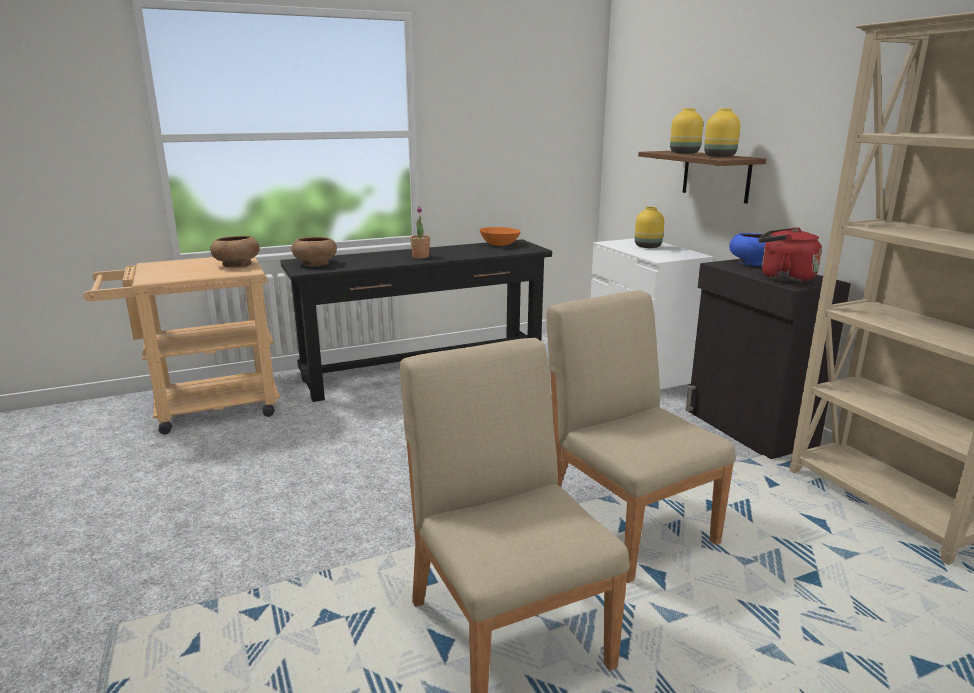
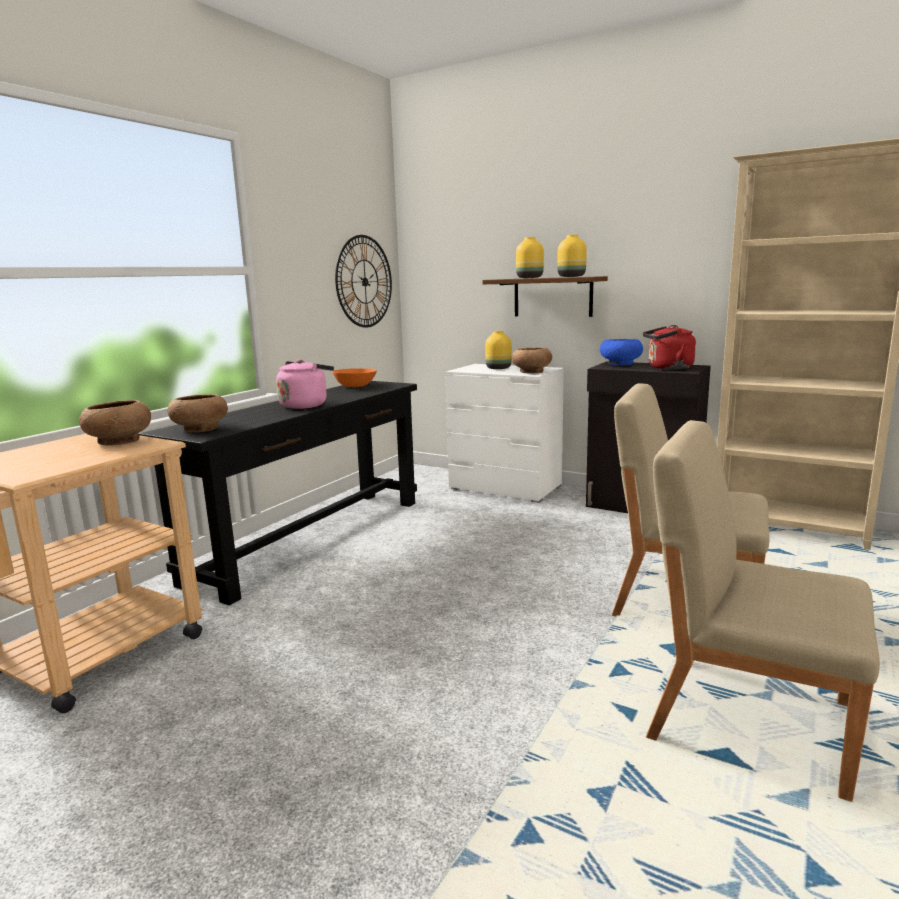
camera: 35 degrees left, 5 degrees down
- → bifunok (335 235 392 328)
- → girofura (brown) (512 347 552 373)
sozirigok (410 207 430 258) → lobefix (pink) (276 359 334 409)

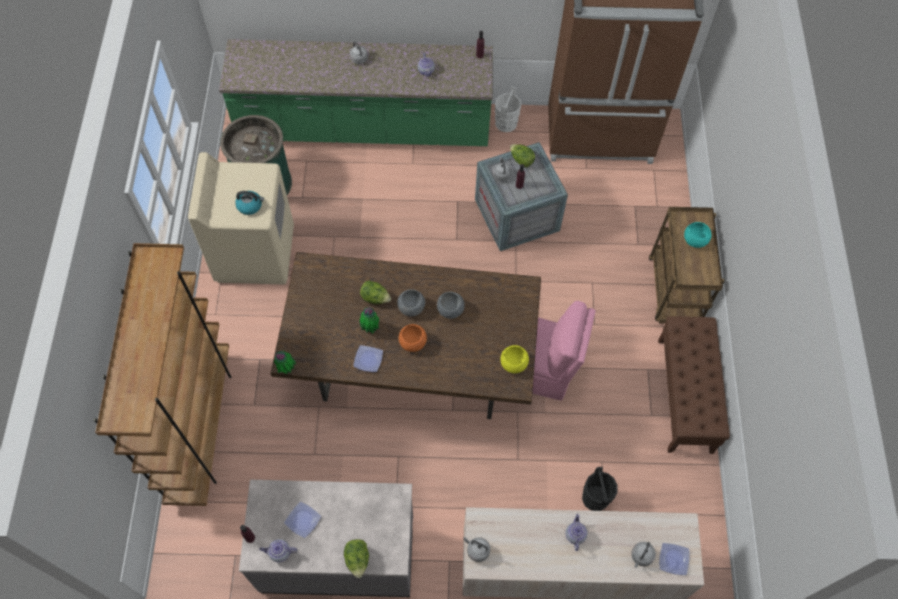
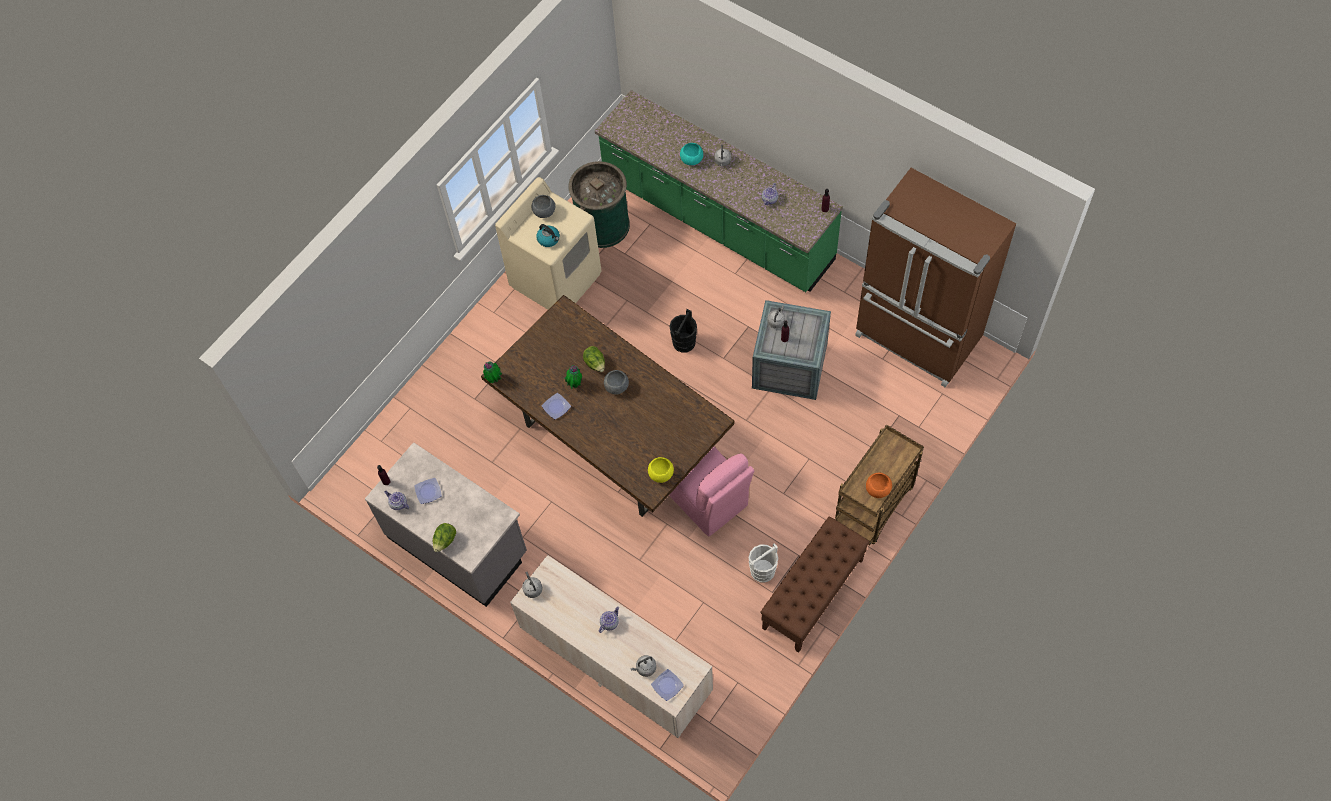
camera: 40 degrees right, 0 degrees up
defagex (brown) (94 243 231 506) → -
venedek (510 144 535 167) → -
girofura (orange) (399 324 427 352) → girofura (orange) (866 473 892 498), move
girofura (grey) (437 292 465 319) → girofura (grey) (532 195 555 218), move
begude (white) (495 86 521 132) → begude (white) (748 543 778 583), move
begude (black) (582 467 618 511) → begude (black) (669 309 697 353), move
girofura (turquoise) (684 222 711 248) → girofura (turquoise) (680 143 703 165), move

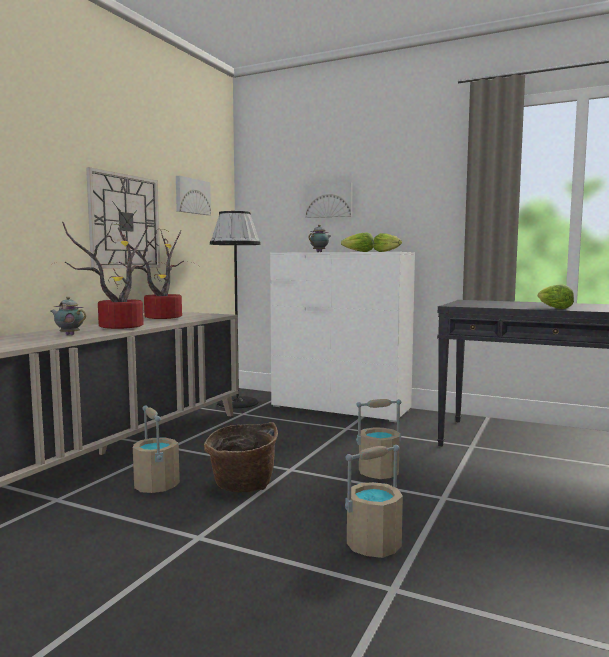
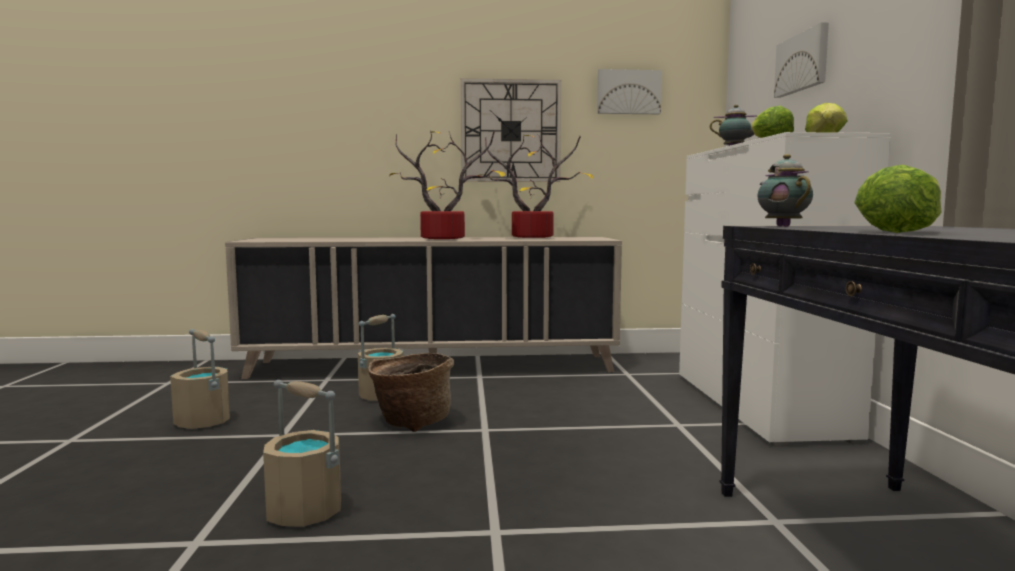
camera: 60 degrees right, 0 degrees up
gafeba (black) (210 211 261 408) → -
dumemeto (51 297 86 335) → dumemeto (757 154 813 227), move
begude (beige) (356 399 401 479) → begude (beige) (170 329 230 429), move

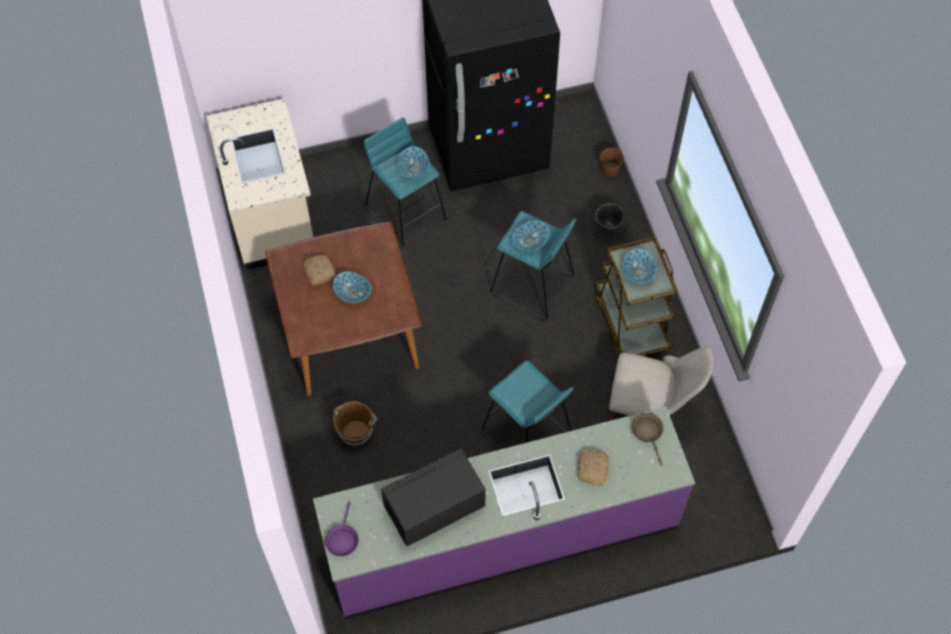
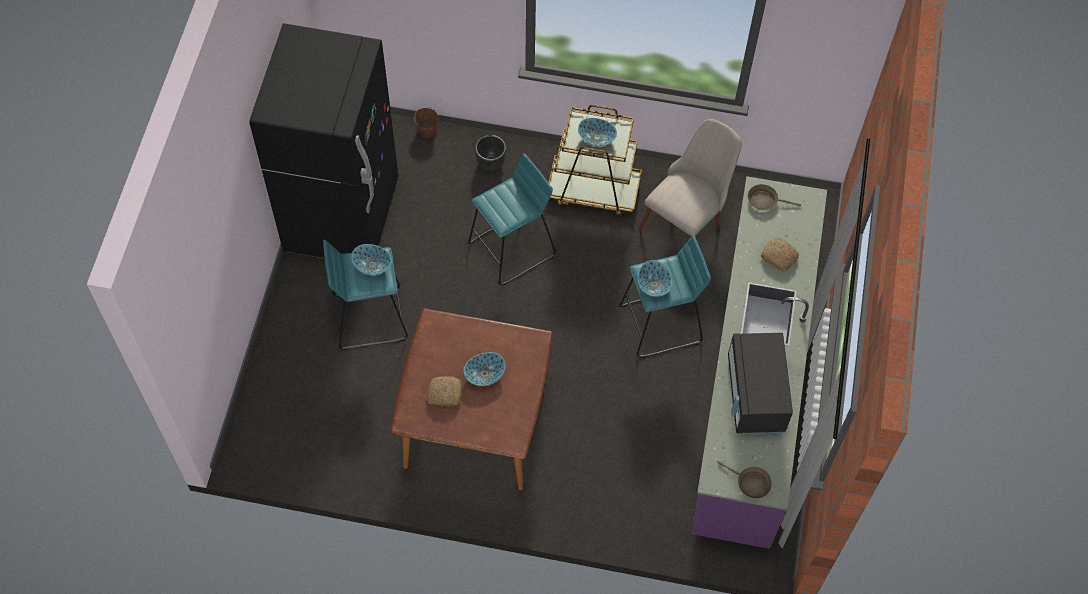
camera: 65 degrees left, 0 degrees up
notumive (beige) (206 98 313 270) → -
begude (brown) (333 401 377 447) → -
girofura (512 221 549 251) → girofura (638 260 672 297), move
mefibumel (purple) (325 502 359 556) → mefibumel (brown) (717 461 772 498)

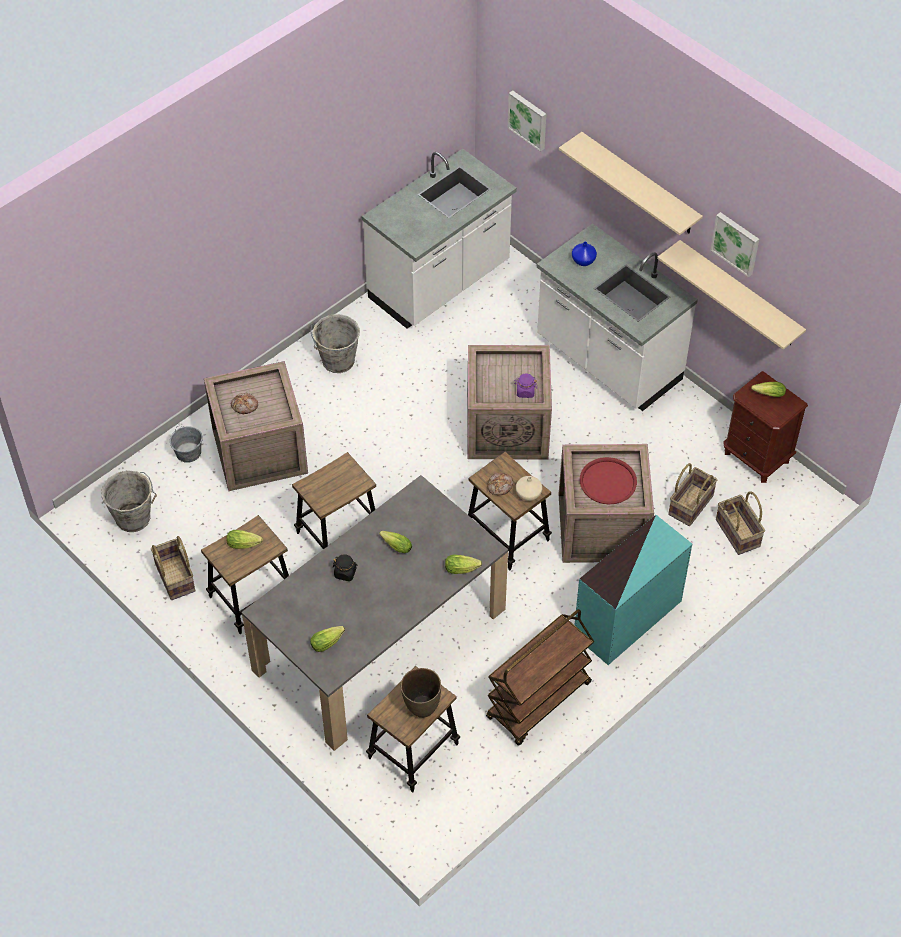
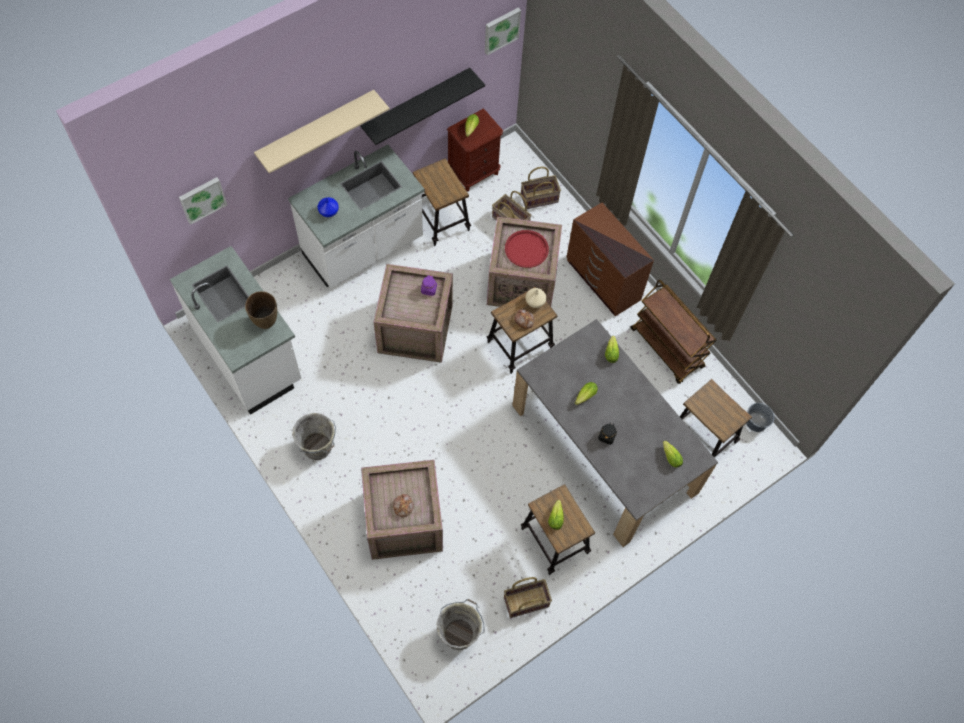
camera: 85 degrees left, 10 degrees up
begude (grey) (170 426 203 463) → begude (grey) (746 403 774 432), move
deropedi (292 452 376 549) → deropedi (413 158 471 246), move
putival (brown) (401 668 441 718) → putival (brown) (245 291 277 329), move
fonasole (711 212 759 277) → fonasole (485 8 521 55), move
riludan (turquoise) (574 515 692 665) → riludan (brown) (567 203 654 316)
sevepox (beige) (657 240 806 350) → sevepox (black) (361 68 485 145)

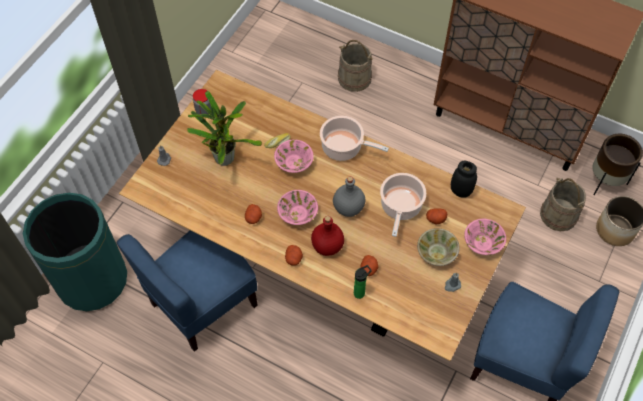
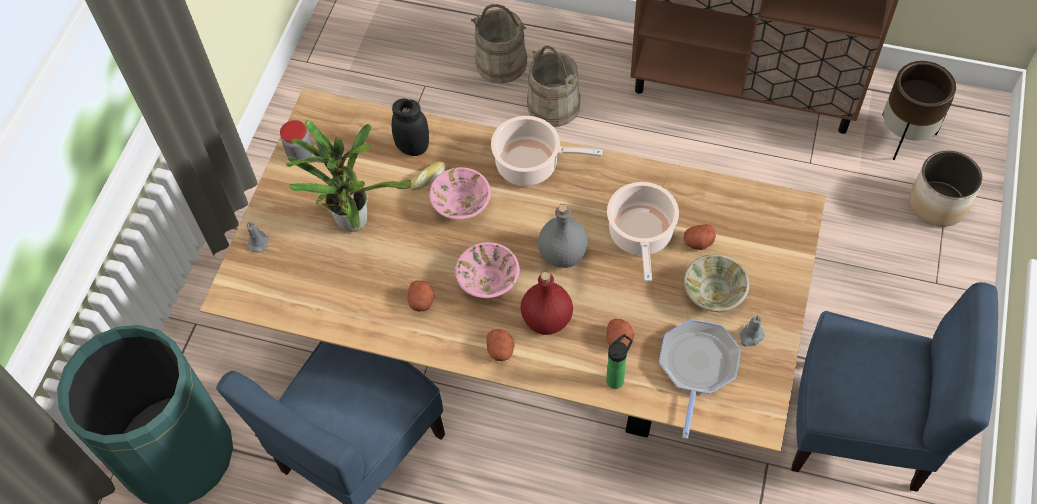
camera: 10 degrees left, 0 degrees up
girofura (pink) (464 219 506 255) → -
- → mefibumel (659 319 741 439)
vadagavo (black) (451 161 477 197) → vadagavo (black) (392 99 429 156), move
begude (beige) (540 178 586 231) → begude (beige) (527 45 580 127), move

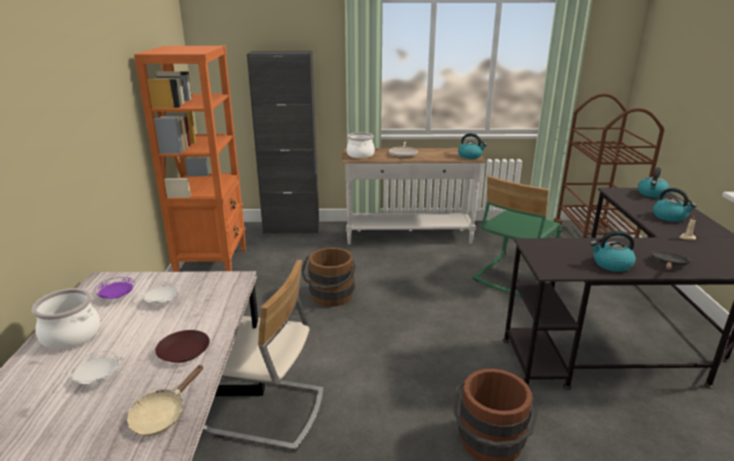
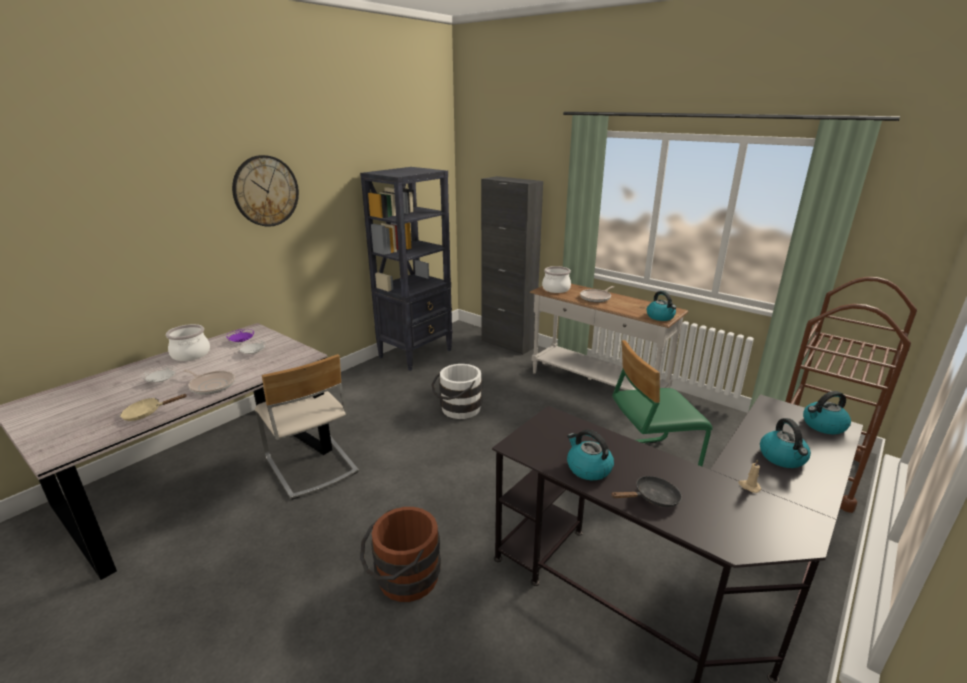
camera: 40 degrees right, 0 degrees up
- → bifunok (232 155 299 227)
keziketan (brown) (155 330 210 363) → mefibumel (183 369 235 395)
defagex (orange) (134 46 246 272) → defagex (black) (360 167 453 371)
begude (brown) (301 247 356 307) → begude (white) (431 364 482 419)

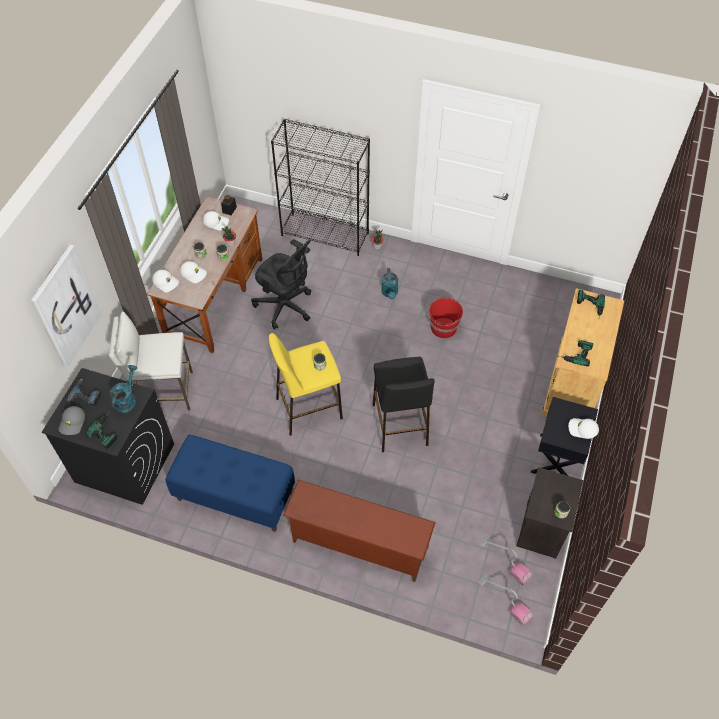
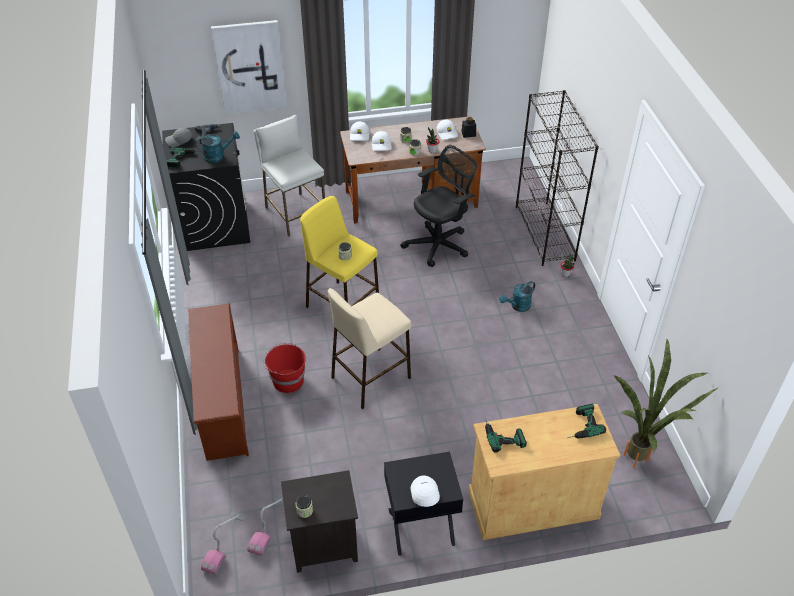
camera: 60 degrees right, 10 degrees down
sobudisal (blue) (165 435 295 532) → -
- → sozirigok (614 338 719 468)
begude (red) (428 298 463 338) → begude (red) (263 343 306 393), move
deropedi (black) (373 357 435 452) → deropedi (beige) (328 288 411 409)
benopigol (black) (251 239 311 330) → benopigol (black) (401 145 477 267), 135 degrees counterclockwise

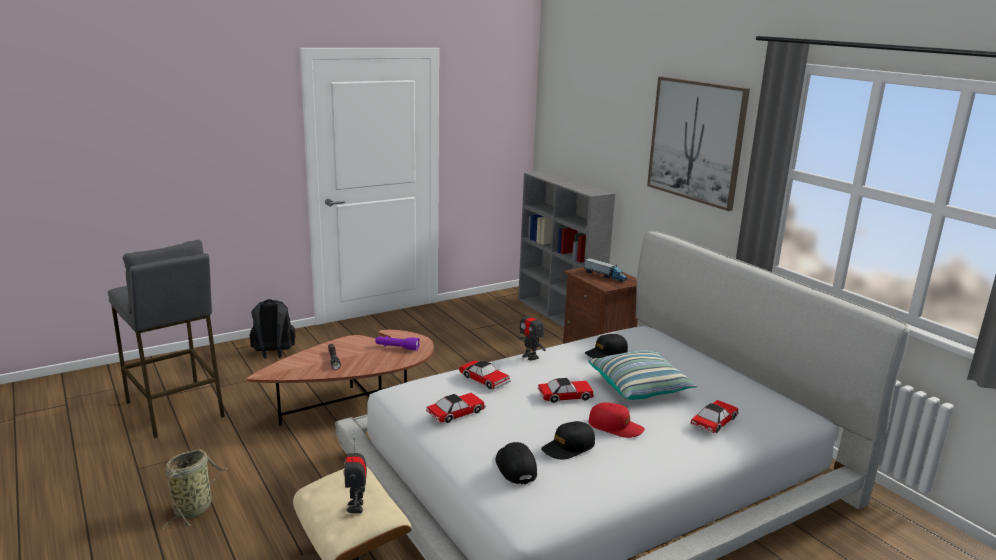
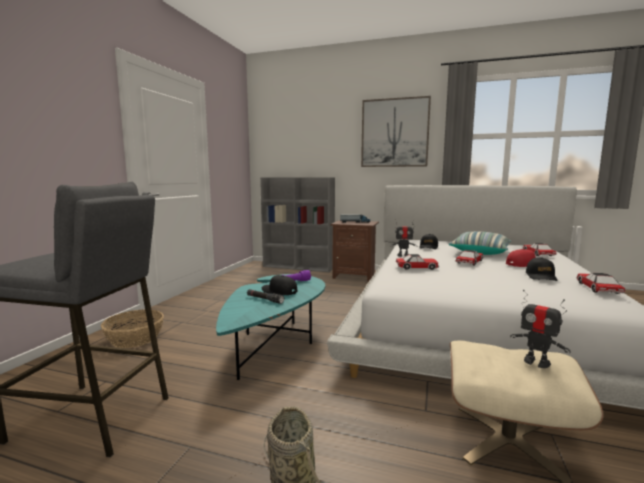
camera: 40 degrees left, 10 degrees down
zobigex (426 393 486 423) → zobigex (576 273 625 294), move
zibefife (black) (495 442 537 484) → zibefife (black) (262 275 298 295), move
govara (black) (250 299 296 359) → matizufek (101 310 164 348)
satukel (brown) (247 330 434 426) → satukel (turquoise) (216 274 325 380)

